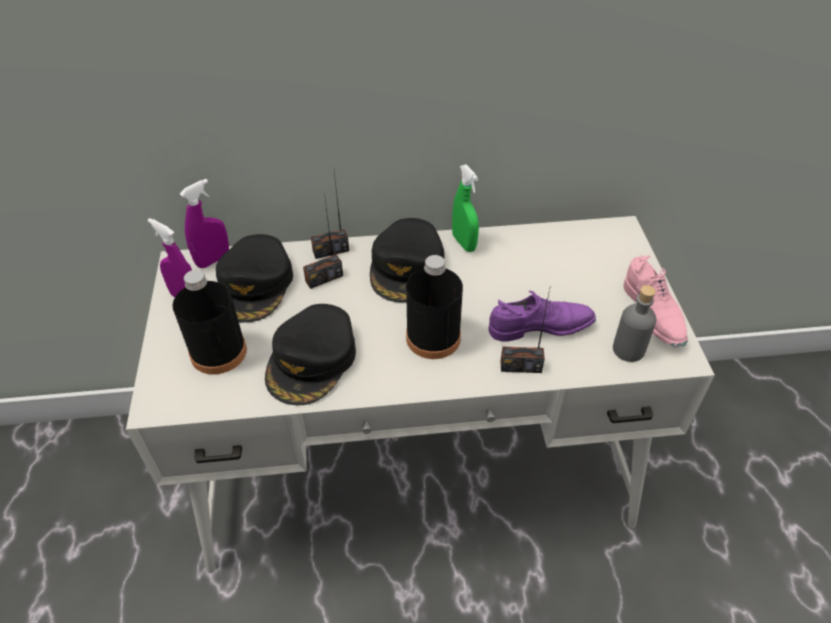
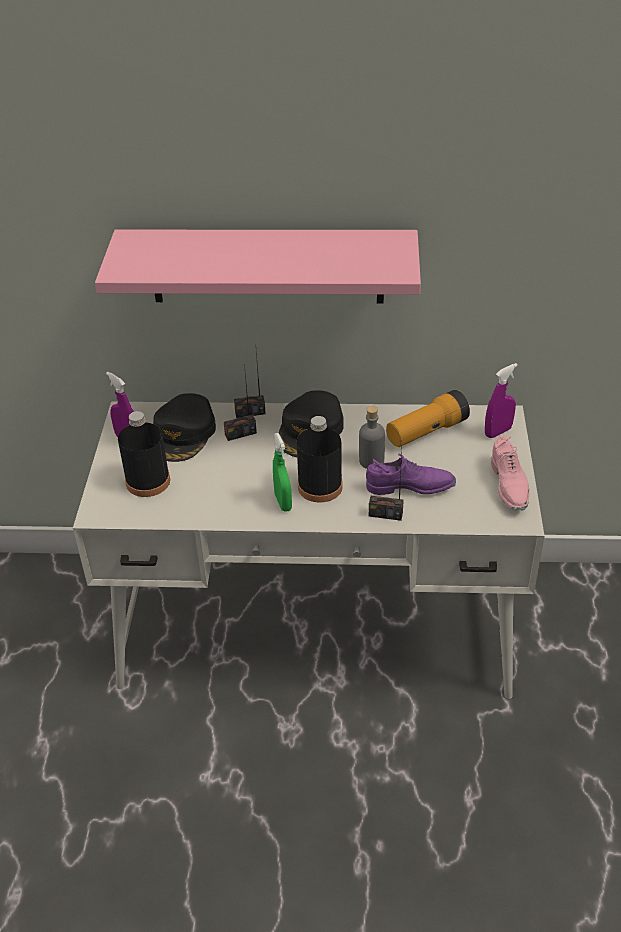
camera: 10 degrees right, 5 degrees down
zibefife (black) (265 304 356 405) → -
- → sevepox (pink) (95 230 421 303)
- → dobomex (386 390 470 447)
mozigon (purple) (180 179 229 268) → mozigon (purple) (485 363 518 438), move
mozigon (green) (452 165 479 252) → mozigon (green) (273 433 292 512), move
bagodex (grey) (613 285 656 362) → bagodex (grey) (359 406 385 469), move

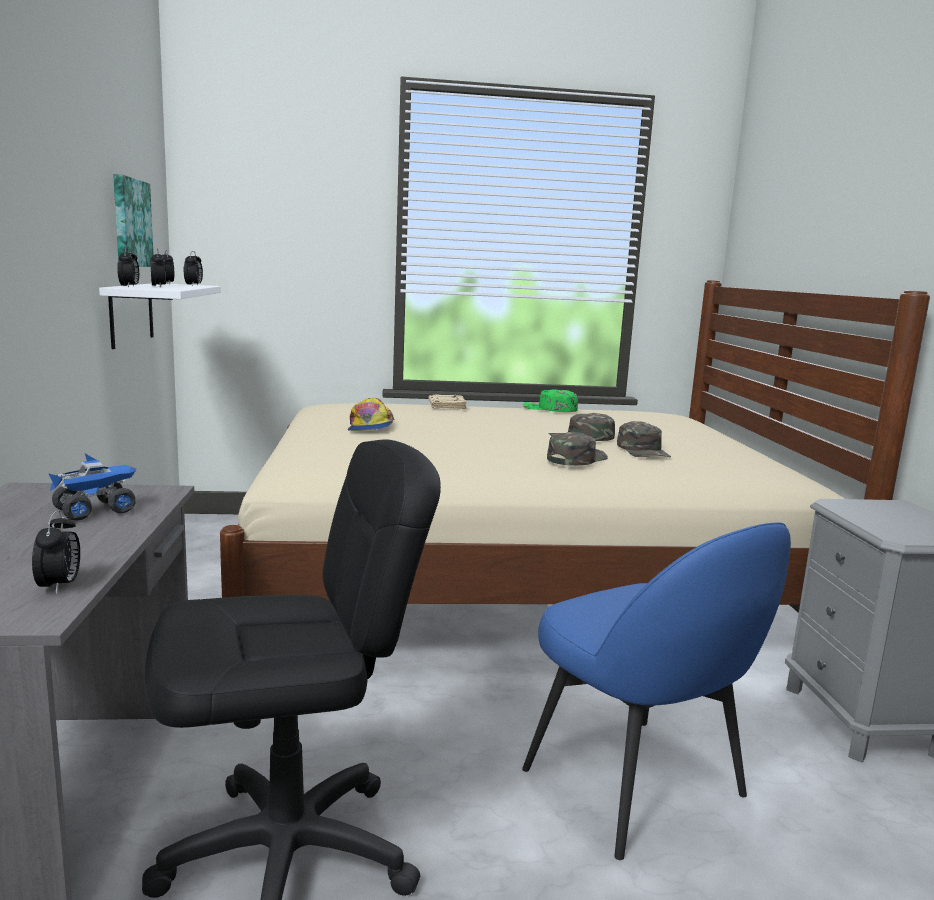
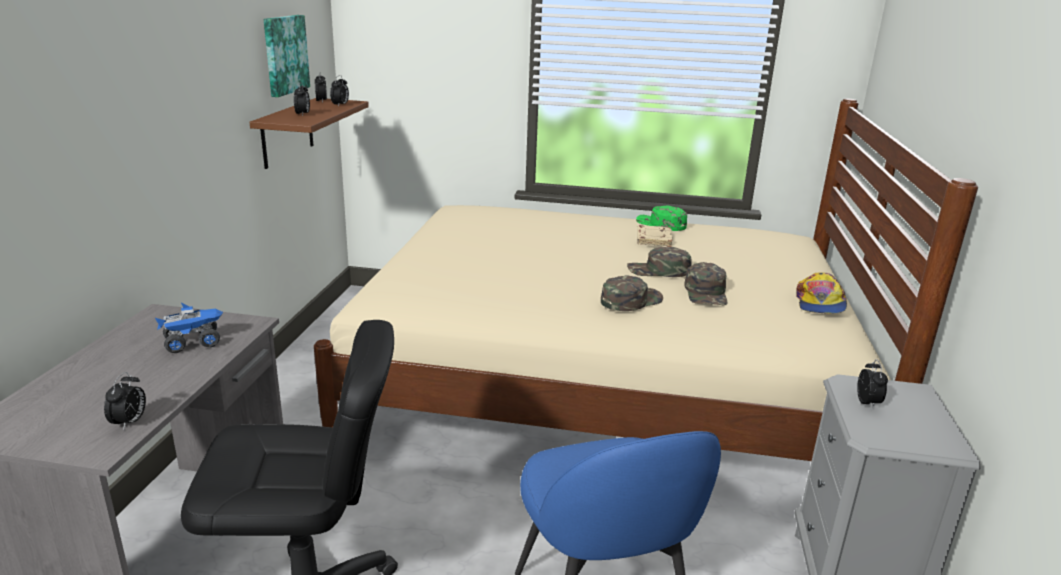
camera: 15 degrees right, 10 degrees up
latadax (117 247 139 288) → latadax (857 359 888 410), move
zibefife (348 398 395 431) → zibefife (796 273 847 313), move
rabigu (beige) (428 395 466 409) → rabigu (beige) (637 225 673 247), move
sevepox (white) (99 283 221 349) → sevepox (brown) (250 98 369 169)

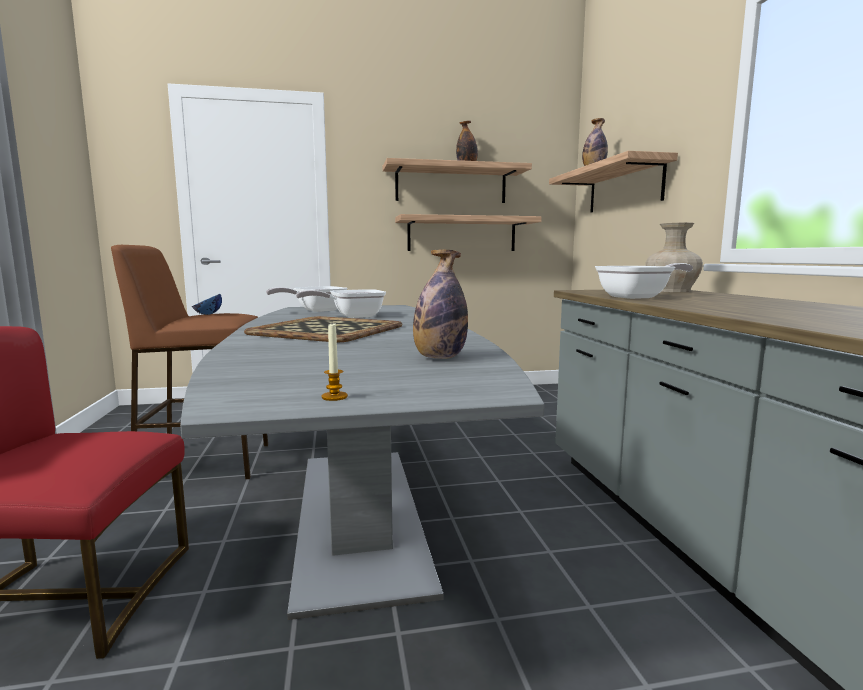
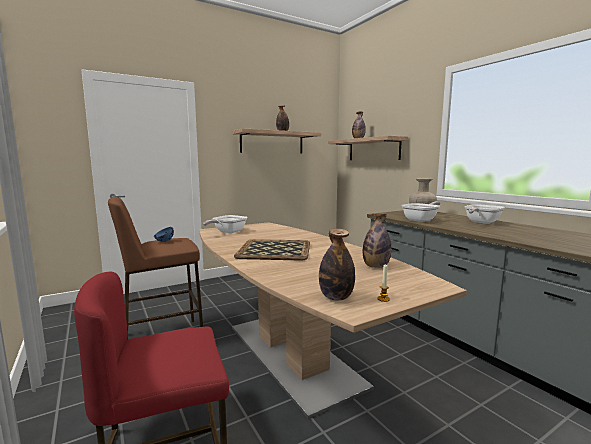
camera: 20 degrees left, 0 degrees up
sevepox (395 214 542 251) → -
- → bagodex (319 228 355 301)
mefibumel (296 289 386 318) → mefibumel (465 204 505 224), move
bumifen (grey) (180 305 545 620) → bumifen (brown) (199 222 467 419)

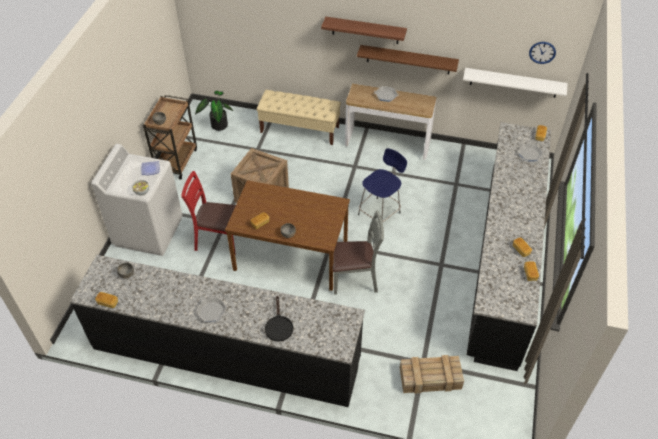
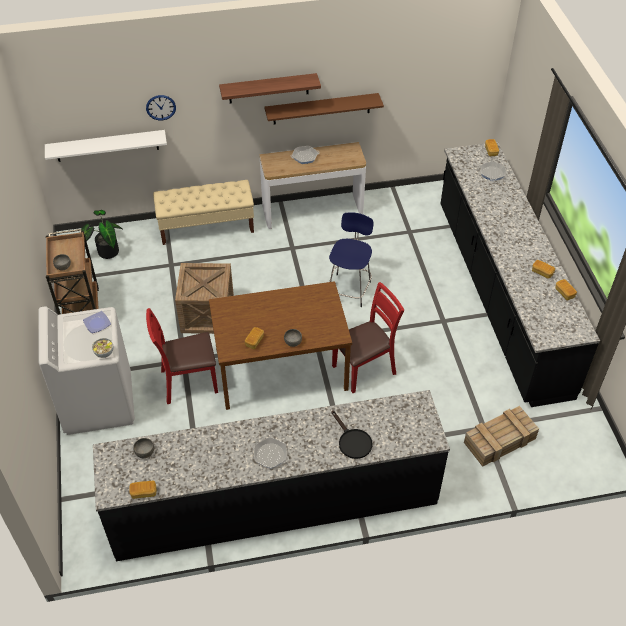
camera: 25 degrees left, 0 degrees up
sevepox (white) (463 68 568 98) → sevepox (white) (45 130 167 162), move
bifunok (529 42 556 64) → bifunok (146 95 176 120), move
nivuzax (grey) (332 211 384 295) → nivuzax (red) (332 282 404 393)

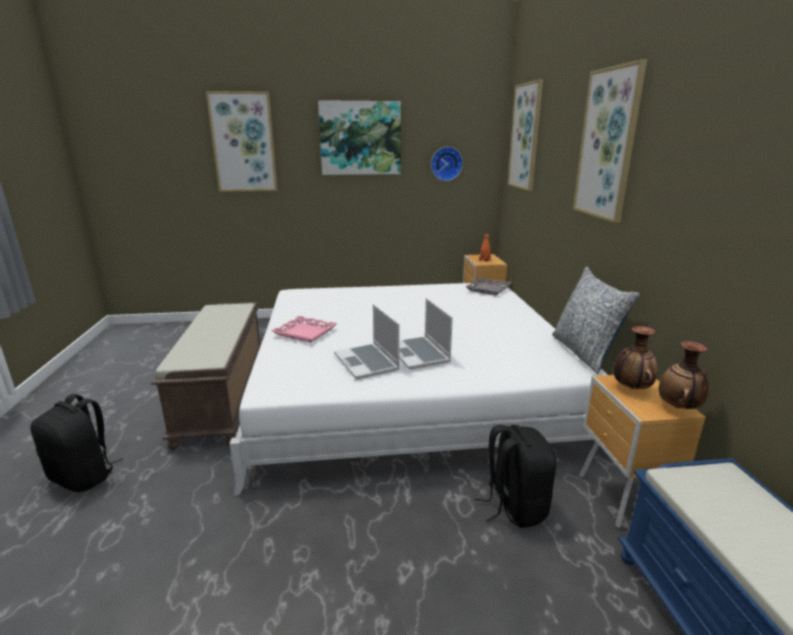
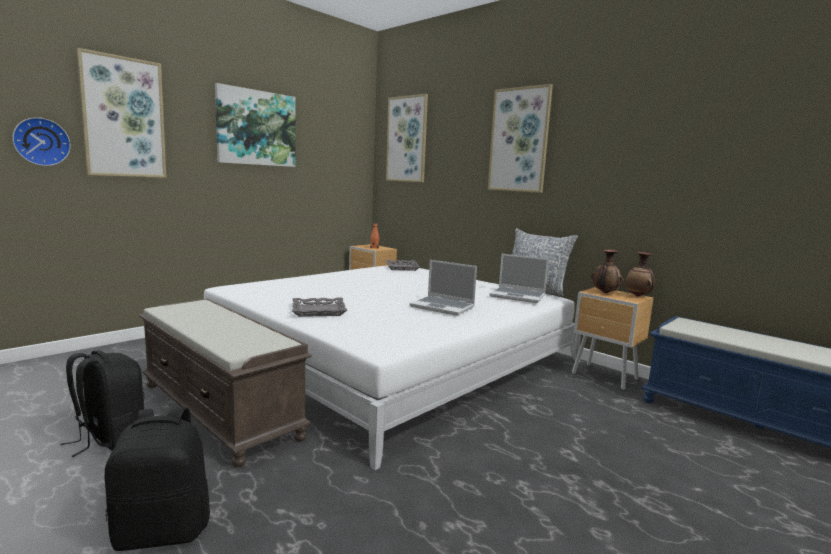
camera: 40 degrees left, 10 degrees down
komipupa (334 304 400 380) → komipupa (489 254 549 303), move
bifunok (431 147 463 181) → bifunok (12 117 71 166), move
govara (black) (475 425 556 528) → govara (black) (61 350 144 457), move
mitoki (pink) (272 316 337 343) → mitoki (grey) (292 298 347 317)

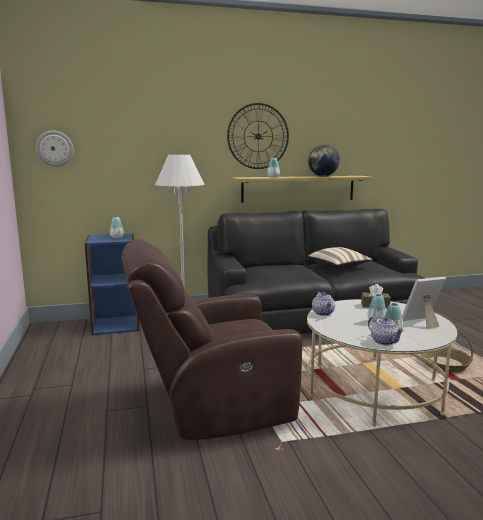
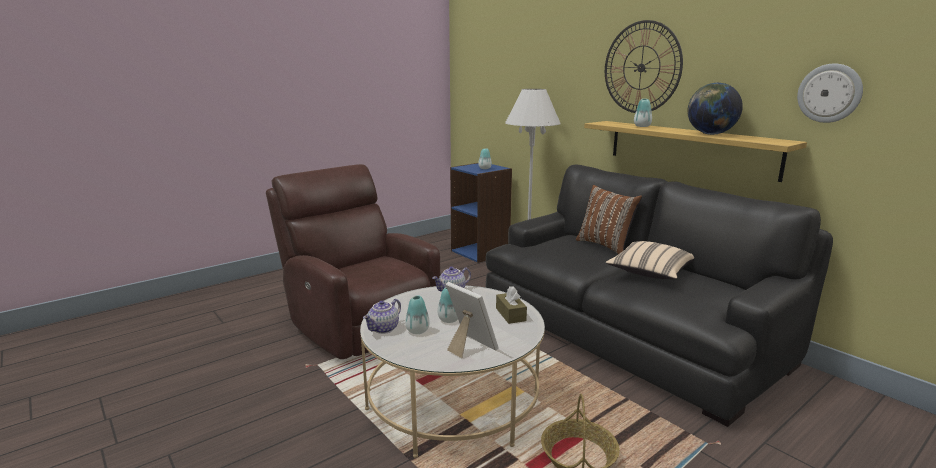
camera: 65 degrees right, 5 degrees up
- → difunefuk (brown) (576 185 642 254)
bifunok (36 130 74 167) → bifunok (797 64 863 123), move

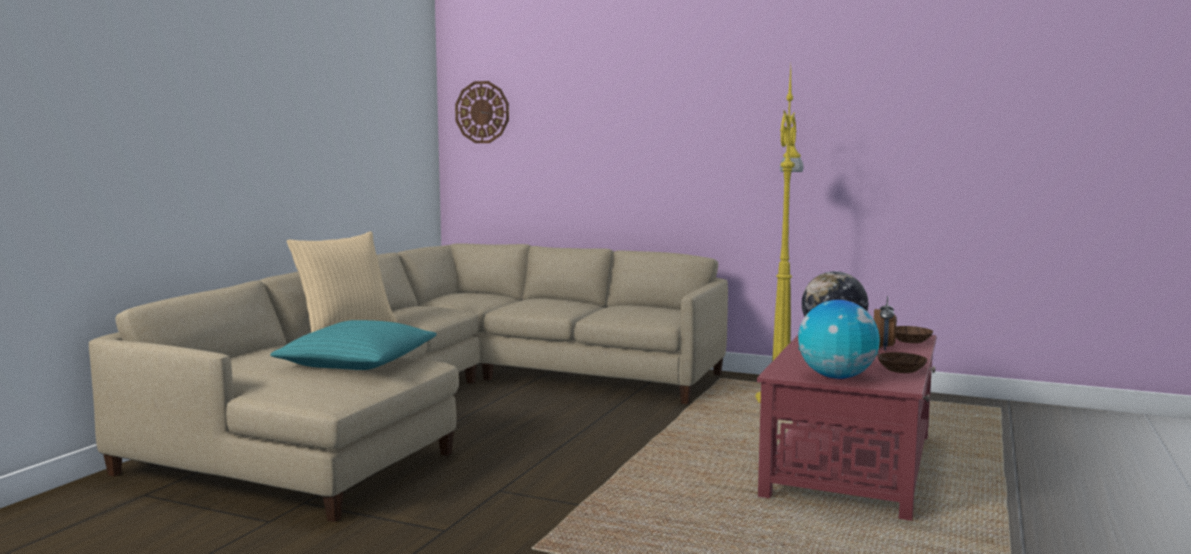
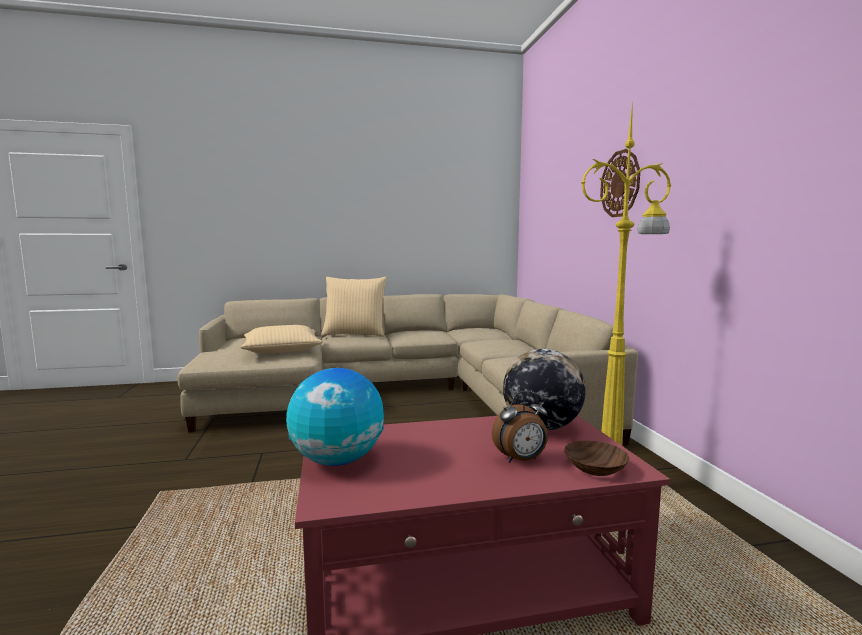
camera: 55 degrees right, 0 degrees up
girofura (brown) (877 352 927 373) → -
bifunok (455 81 509 143) → bifunok (600 149 640 217), move
difunefuk (turquoise) (270 320 437 370) → difunefuk (beige) (240 325 323 353)

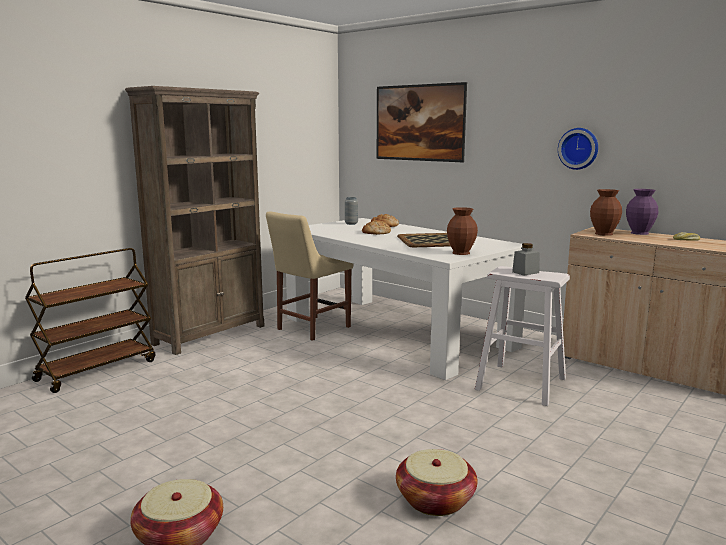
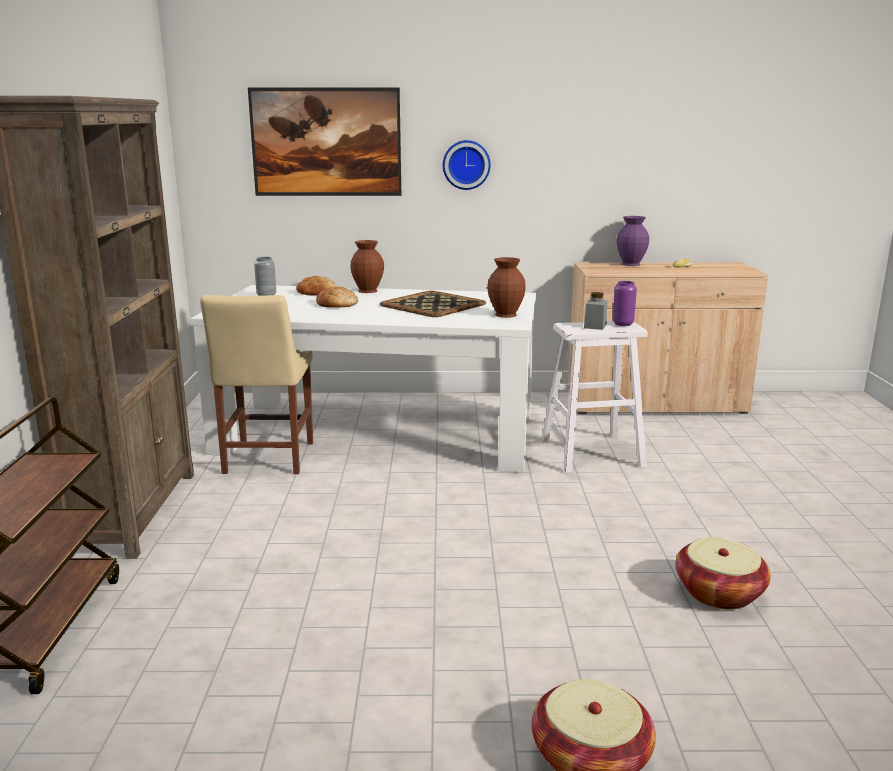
camera: 40 degrees left, 5 degrees up
- → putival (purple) (613 281 637 326)
bifunok (558 128 598 170) → bifunok (443 140 491 190), move
putival (brown) (590 189 622 236) → putival (brown) (350 240 384 293), move

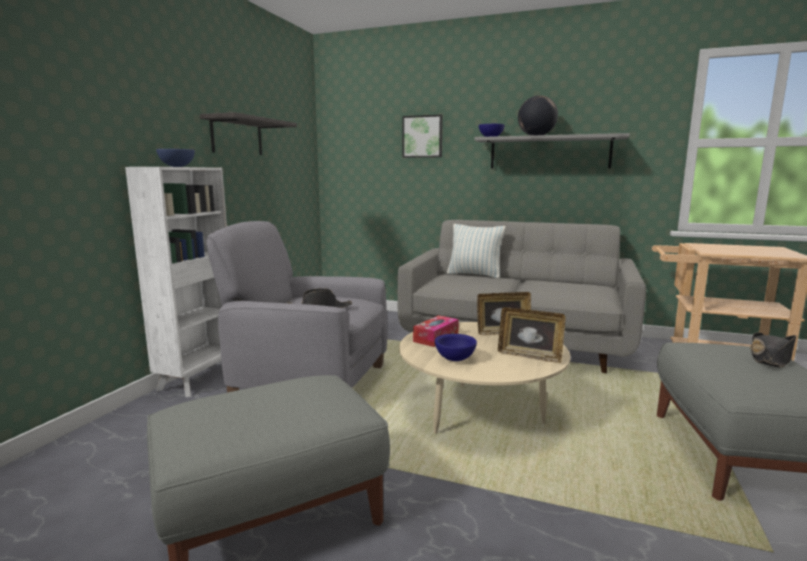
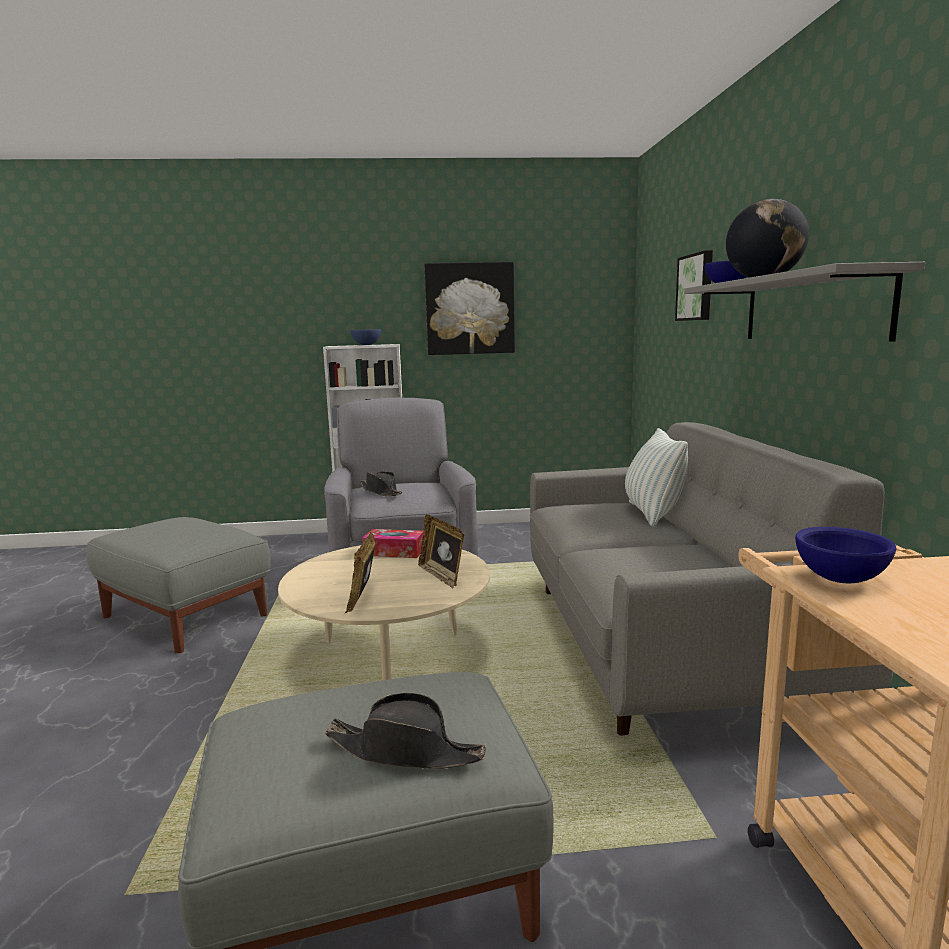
camera: 65 degrees right, 0 degrees up
girofura (blue) (435 334 477 361) → girofura (blue) (795 527 897 583), move
sevepox (200 112 297 155) → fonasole (424 262 515 355)

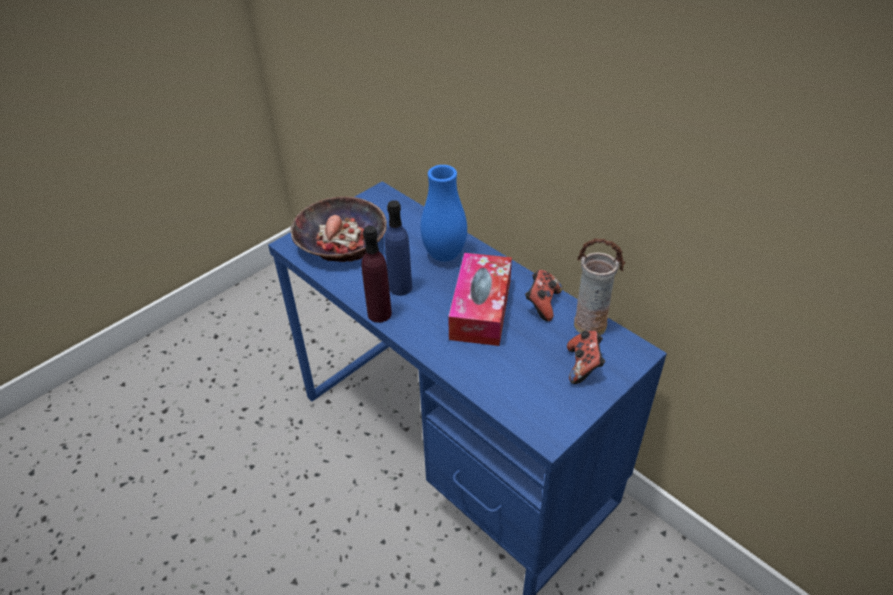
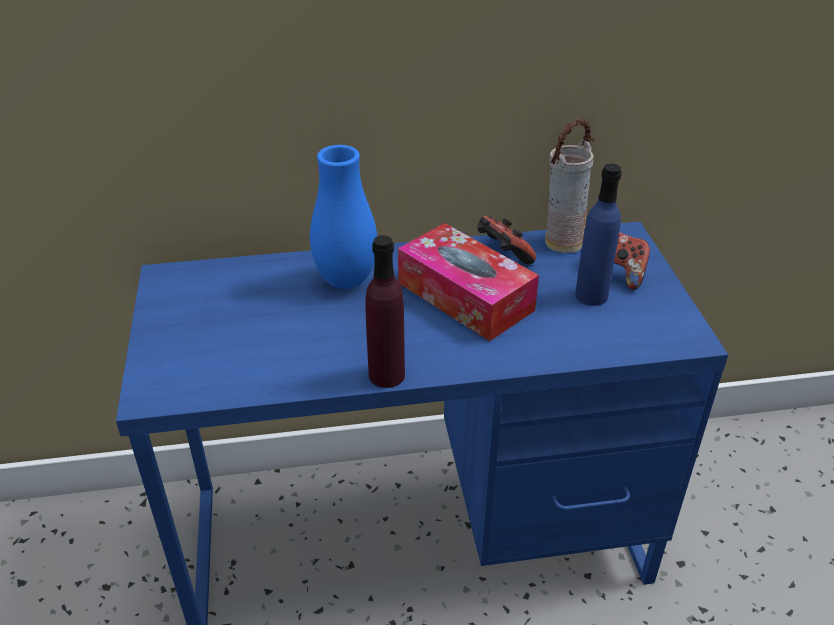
camera: 55 degrees left, 5 degrees down
girofura (290 196 387 262) → -
bagodex (blue) (385 200 412 296) → bagodex (blue) (575 163 622 306), move

